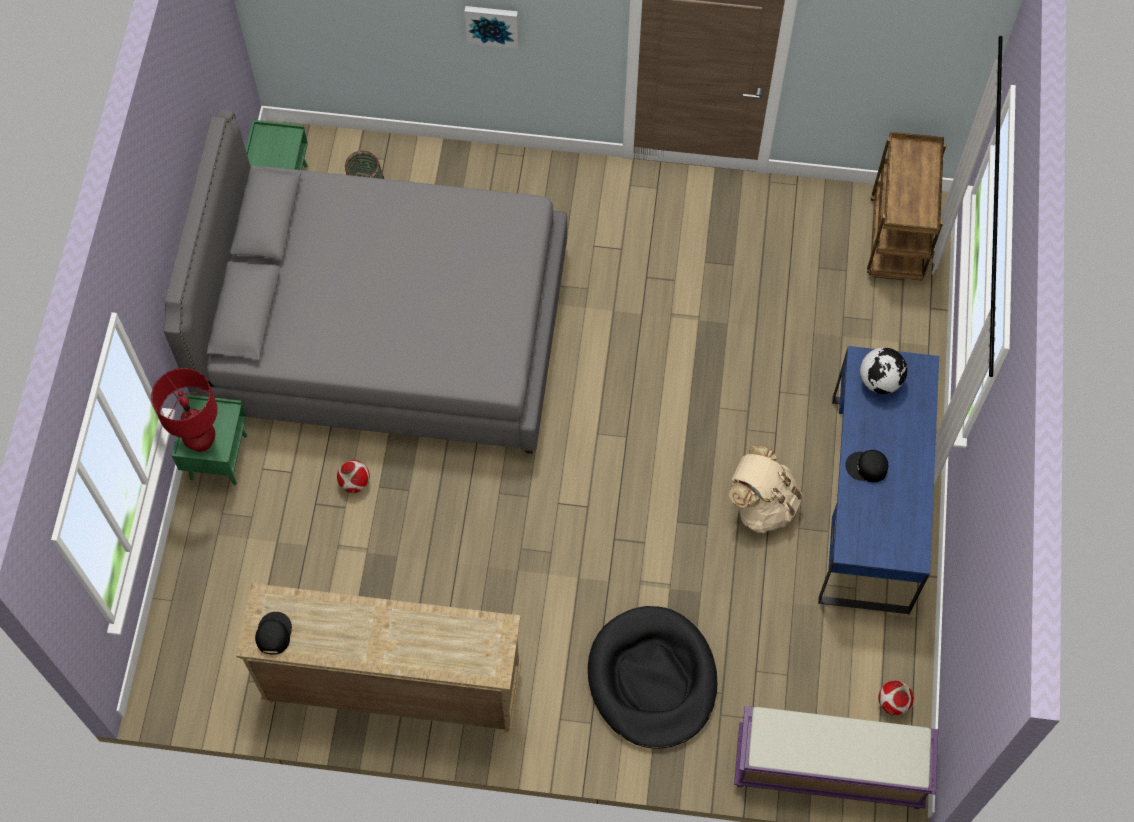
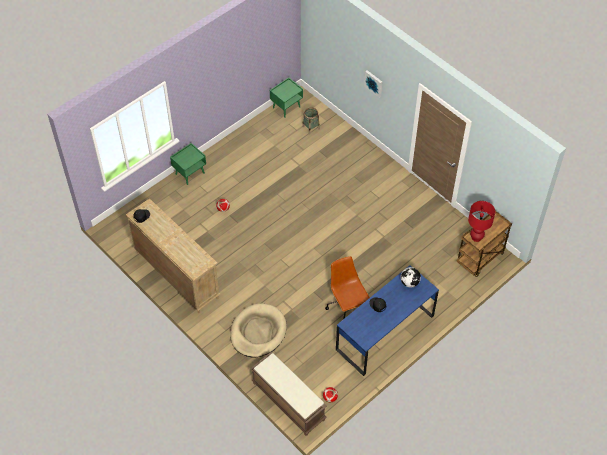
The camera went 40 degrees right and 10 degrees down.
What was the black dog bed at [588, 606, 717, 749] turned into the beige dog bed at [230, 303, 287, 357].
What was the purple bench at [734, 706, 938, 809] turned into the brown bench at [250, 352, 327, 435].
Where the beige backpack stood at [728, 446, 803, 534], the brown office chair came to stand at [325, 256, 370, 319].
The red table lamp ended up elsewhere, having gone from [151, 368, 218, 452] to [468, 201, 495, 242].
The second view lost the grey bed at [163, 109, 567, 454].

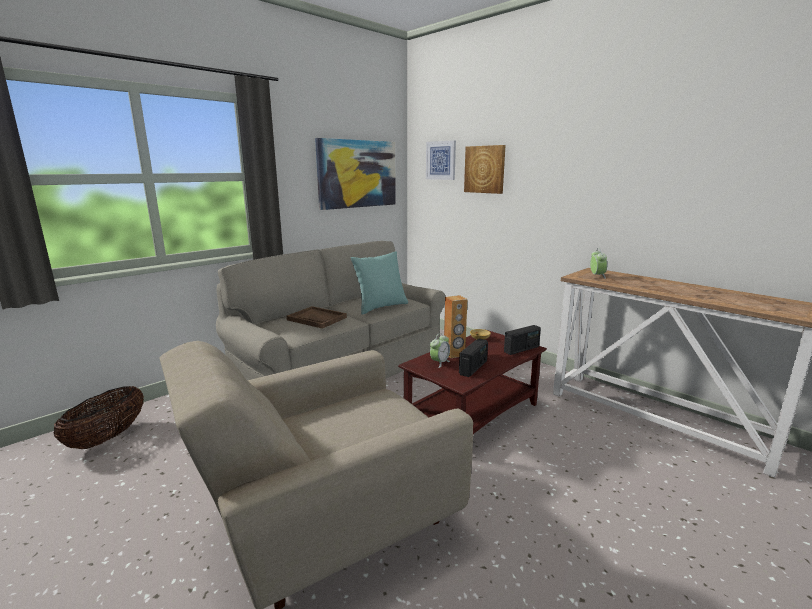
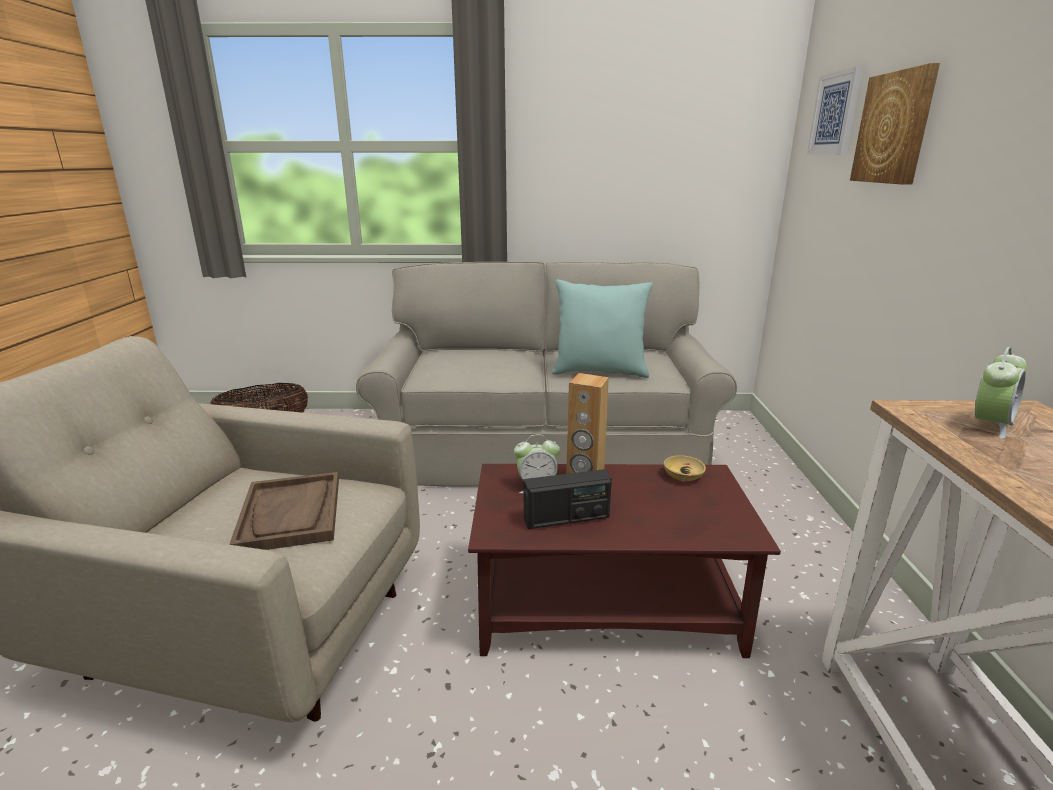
The camera went 45 degrees right and 5 degrees up.
The brown tray ended up elsewhere, having gone from [286, 306, 347, 329] to [229, 472, 339, 550].
The second view lost the picture at [315, 138, 396, 210].
The second view lost the radio at [504, 325, 541, 355].

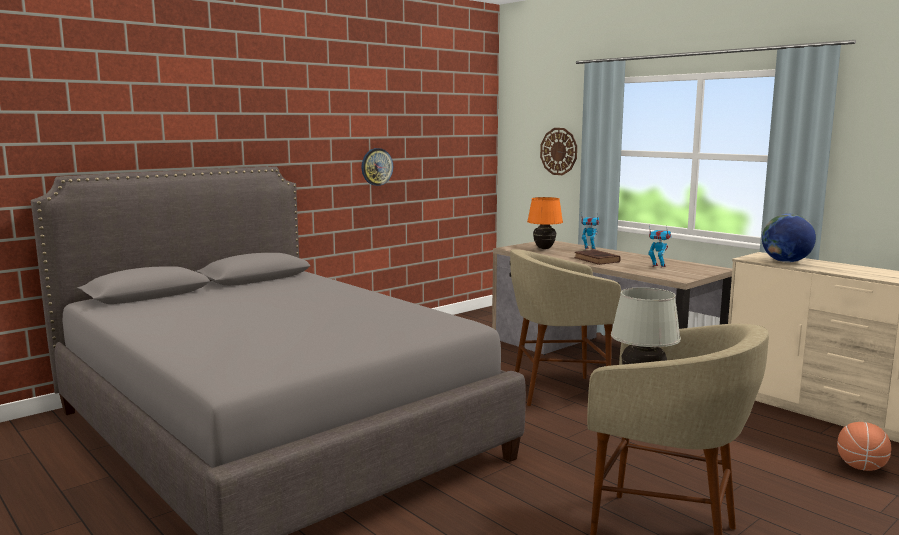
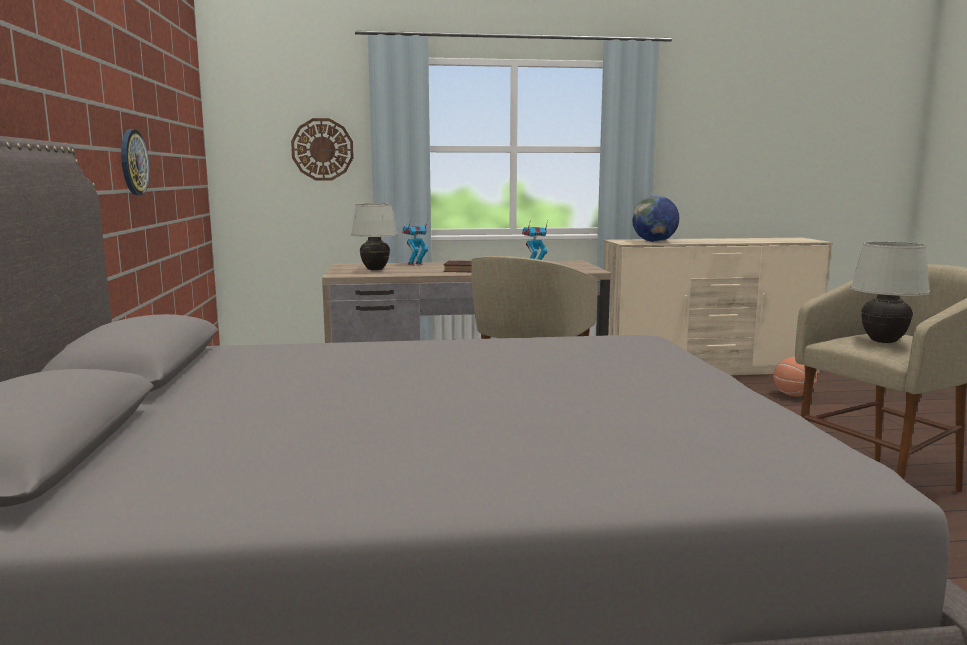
The camera went 55 degrees left and 0 degrees up.
What was the orange table lamp at [527, 197, 563, 249] turned into the white table lamp at [351, 204, 397, 270].

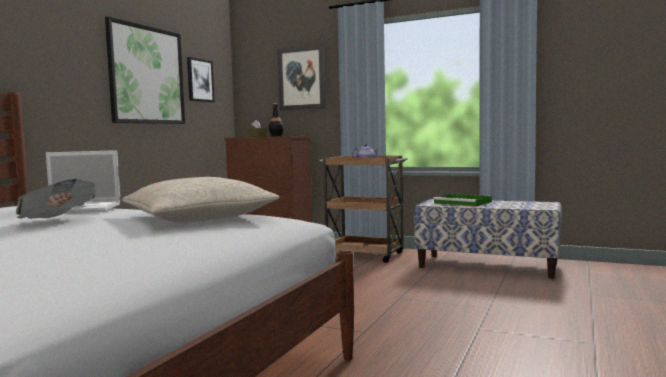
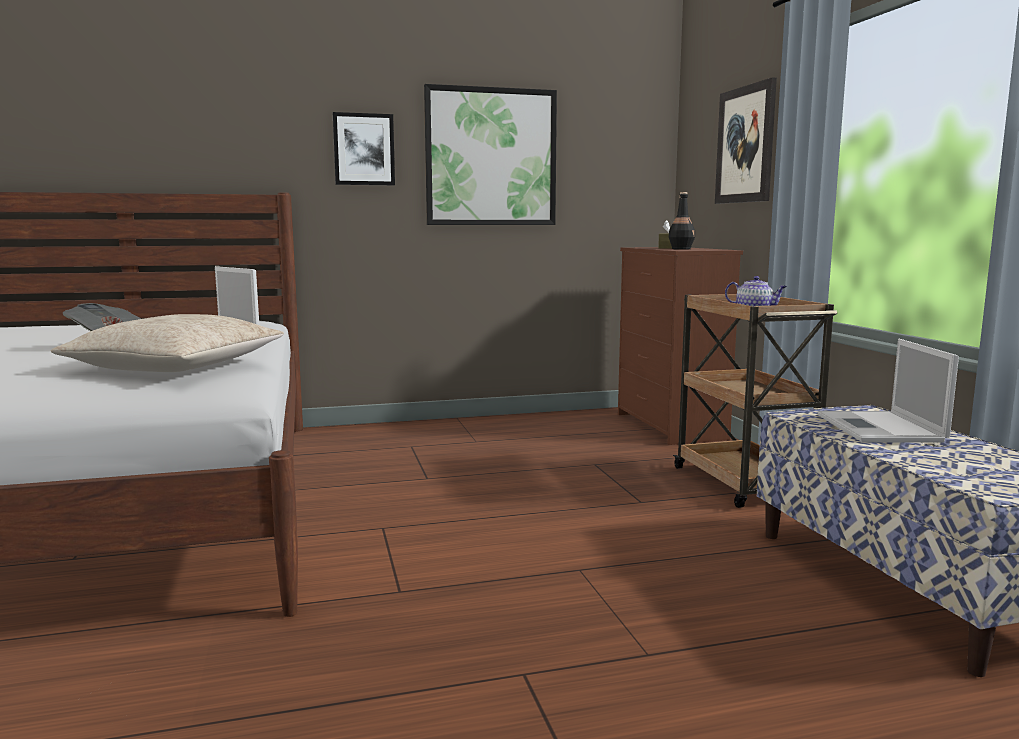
The camera went 50 degrees right and 5 degrees up.
The picture ended up elsewhere, having gone from [187, 57, 215, 102] to [333, 112, 395, 185].
Where the green tray stood at [433, 194, 492, 206], the laptop came to stand at [818, 339, 959, 442].

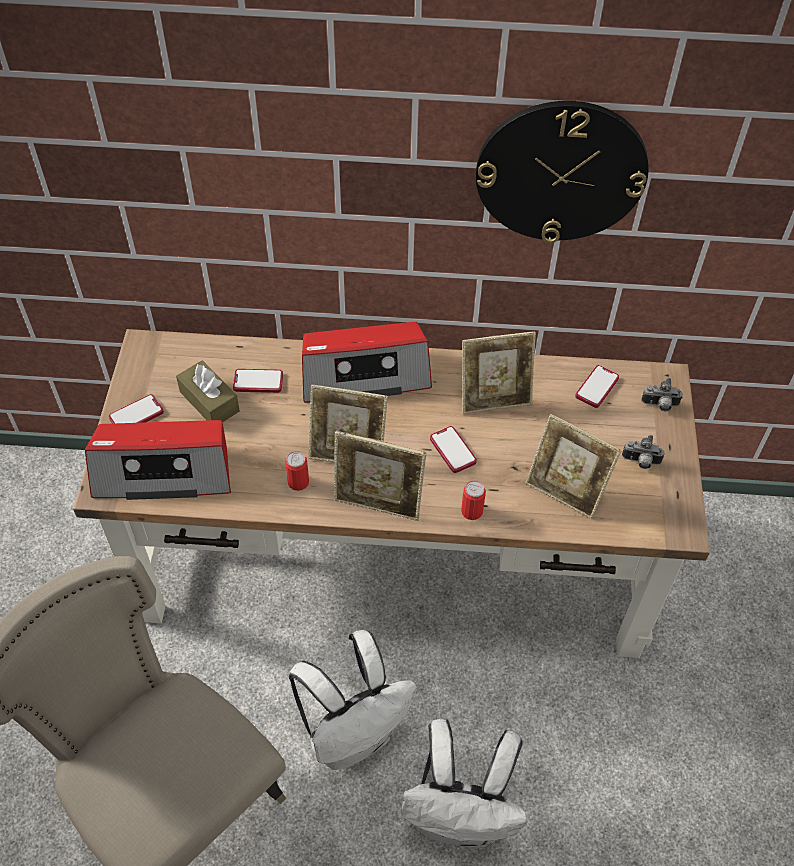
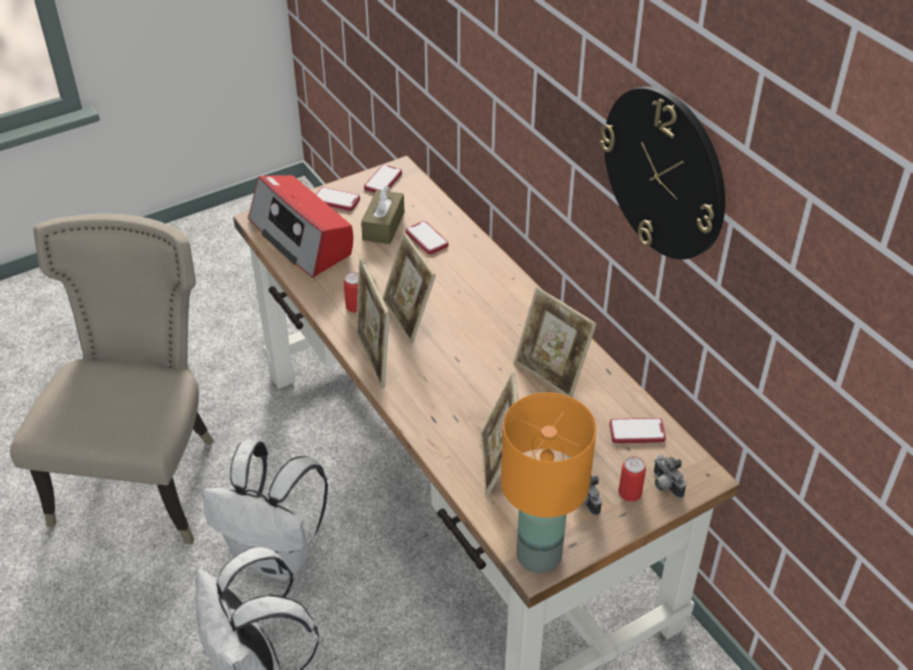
The camera went 55 degrees right and 10 degrees down.
The phone ended up elsewhere, having gone from [430, 426, 477, 473] to [364, 164, 402, 193].
The second view gained the orange table lamp at [501, 392, 597, 573].
The can ended up elsewhere, having gone from [461, 480, 486, 520] to [618, 456, 646, 501].
The second view lost the radio at [302, 322, 432, 403].

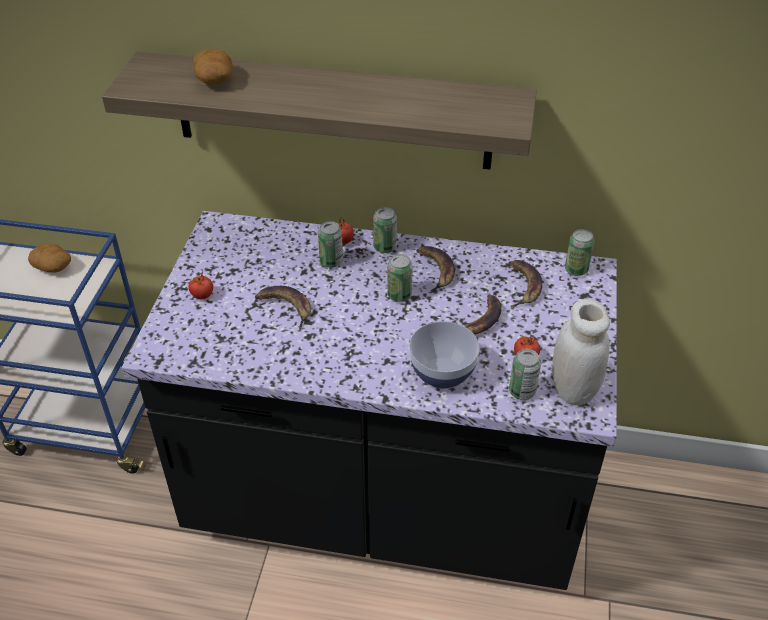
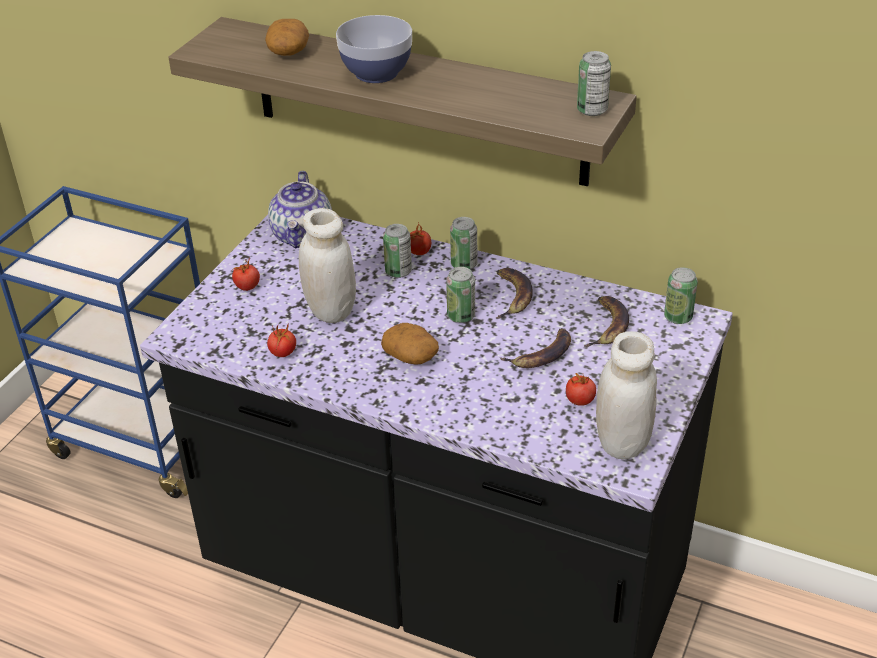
The camera went 15 degrees right and 5 degrees down.
The second view gained the tomato at [267, 323, 296, 357].
The second view gained the teapot at [268, 171, 332, 249].
Where the banana stood at [255, 286, 311, 330], the white jar came to stand at [299, 208, 356, 323].
The bowl ended up elsewhere, having gone from [409, 321, 480, 389] to [336, 15, 412, 83].
The potato ended up elsewhere, having gone from [28, 243, 71, 272] to [381, 323, 439, 365].
The can ended up elsewhere, having gone from [509, 349, 541, 400] to [577, 51, 611, 116].

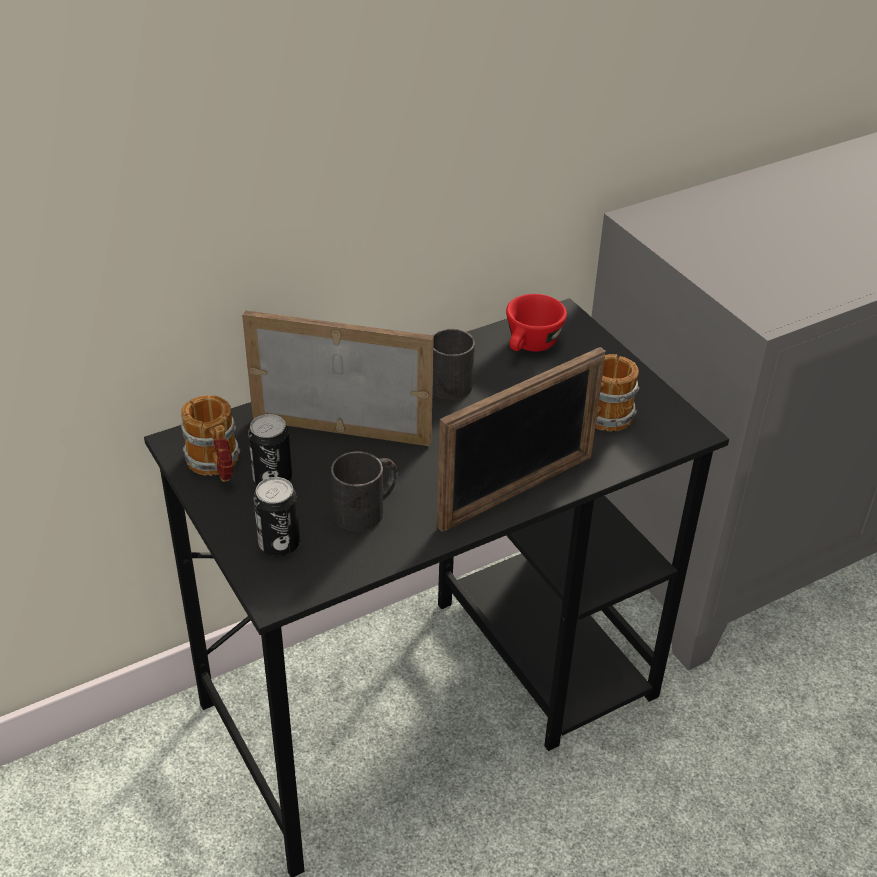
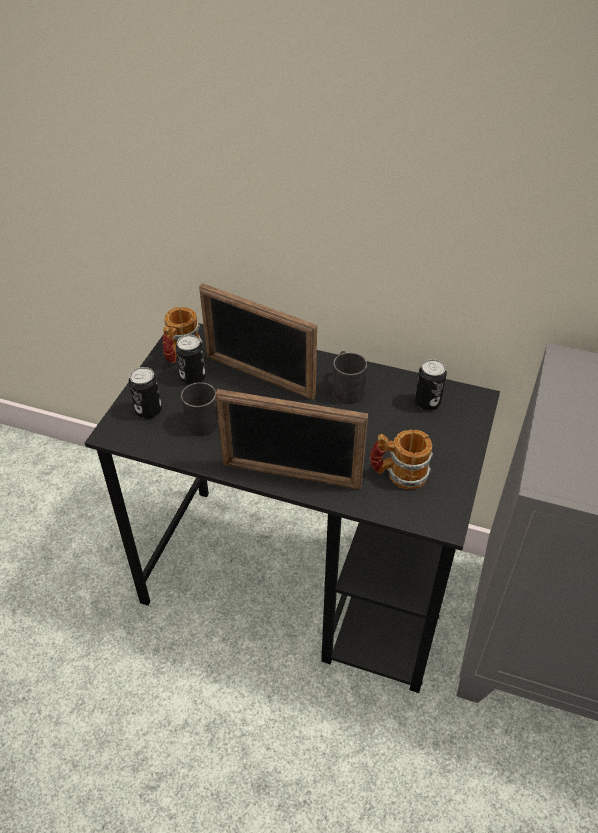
The camera went 50 degrees right and 5 degrees up.
The picture frame at [242, 311, 434, 446] ended up facing another way, 150 degrees clockwise from before.
Where the red cup stood at [506, 294, 567, 352], the can came to stand at [415, 359, 447, 411].

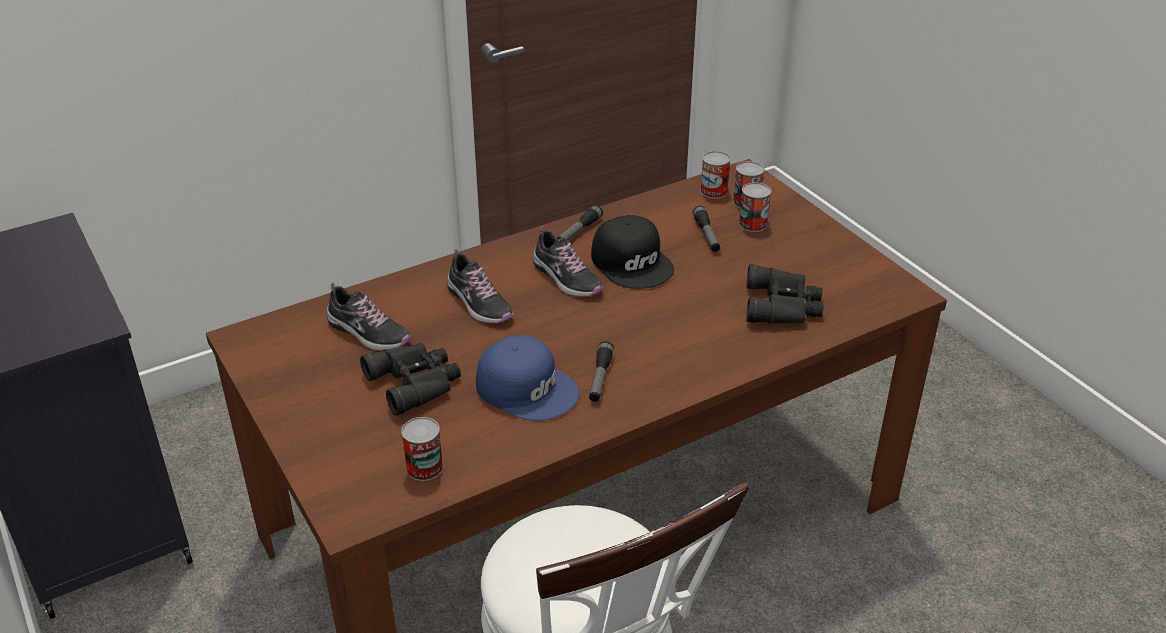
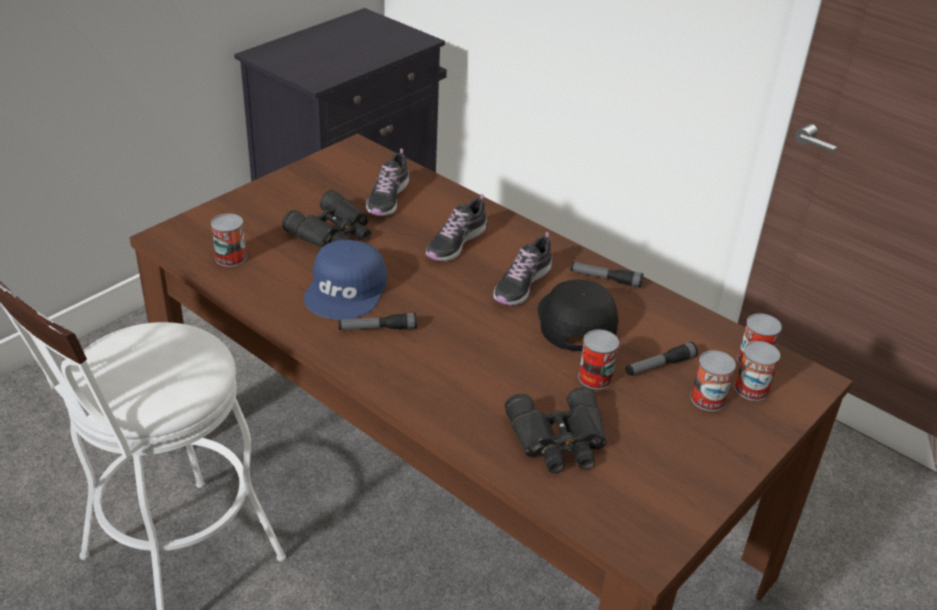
The camera went 70 degrees right and 0 degrees up.
The black cap at [591, 215, 674, 289] ended up facing another way, 135 degrees clockwise from before.
The second view gained the can at [578, 330, 619, 389].

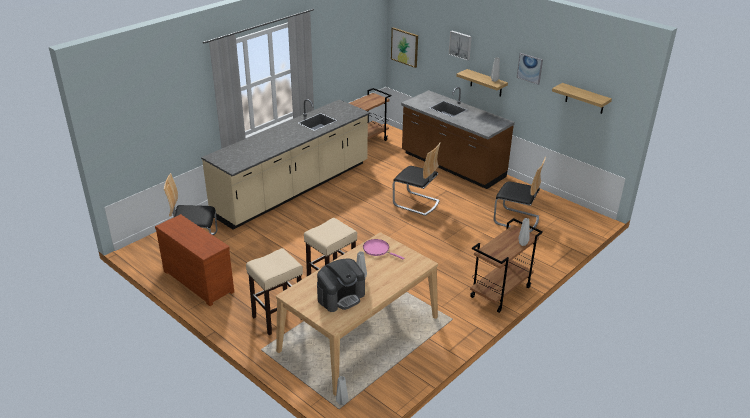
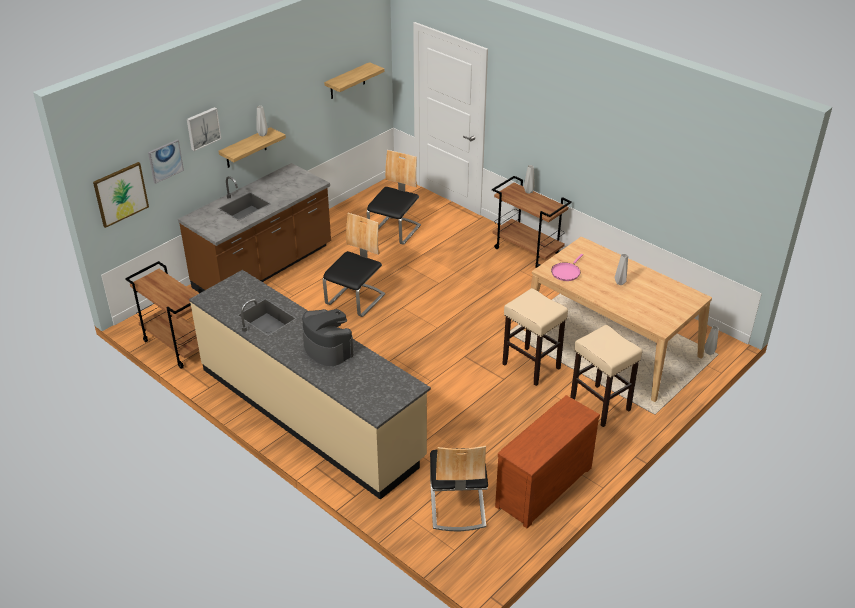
The camera went 90 degrees left and 5 degrees up.
The picture ended up elsewhere, having gone from [517, 53, 543, 85] to [148, 140, 184, 184].
The coffee machine ended up elsewhere, having gone from [317, 259, 365, 312] to [302, 309, 354, 366].

